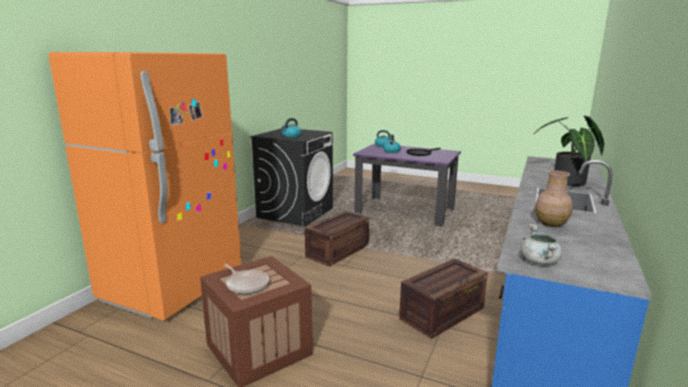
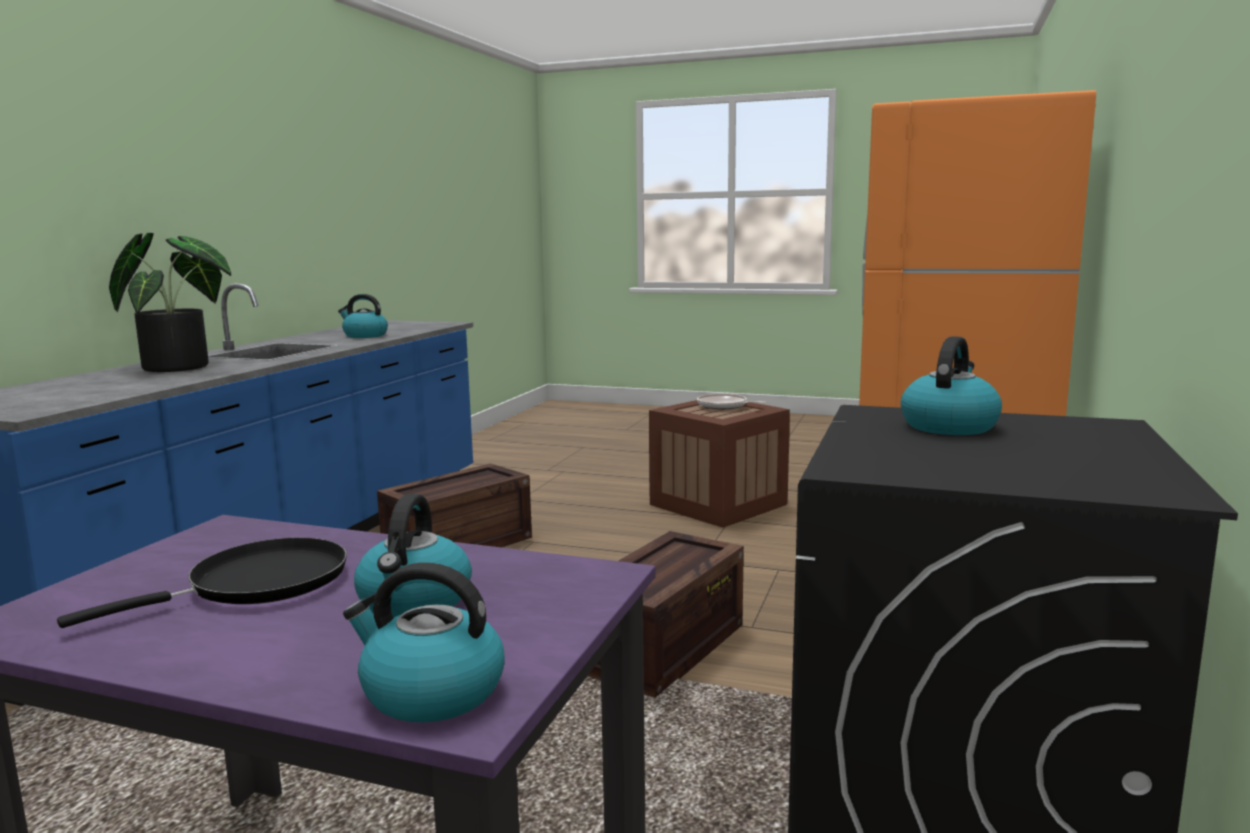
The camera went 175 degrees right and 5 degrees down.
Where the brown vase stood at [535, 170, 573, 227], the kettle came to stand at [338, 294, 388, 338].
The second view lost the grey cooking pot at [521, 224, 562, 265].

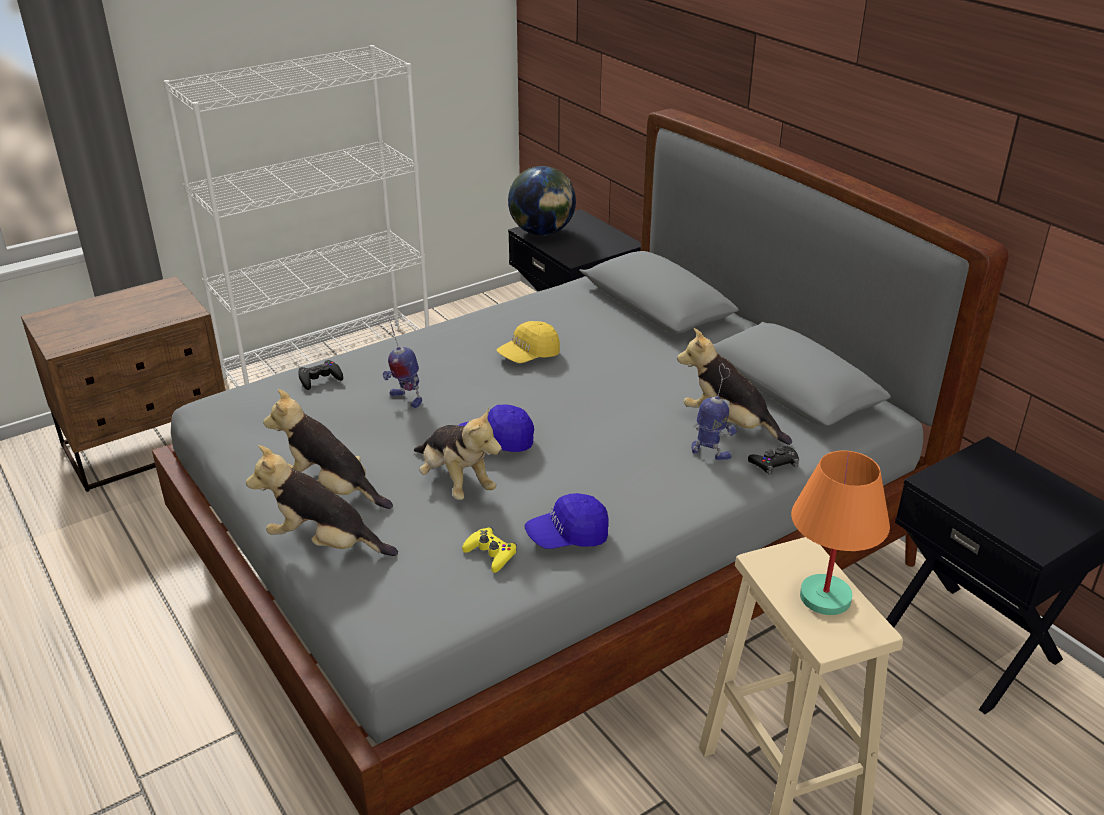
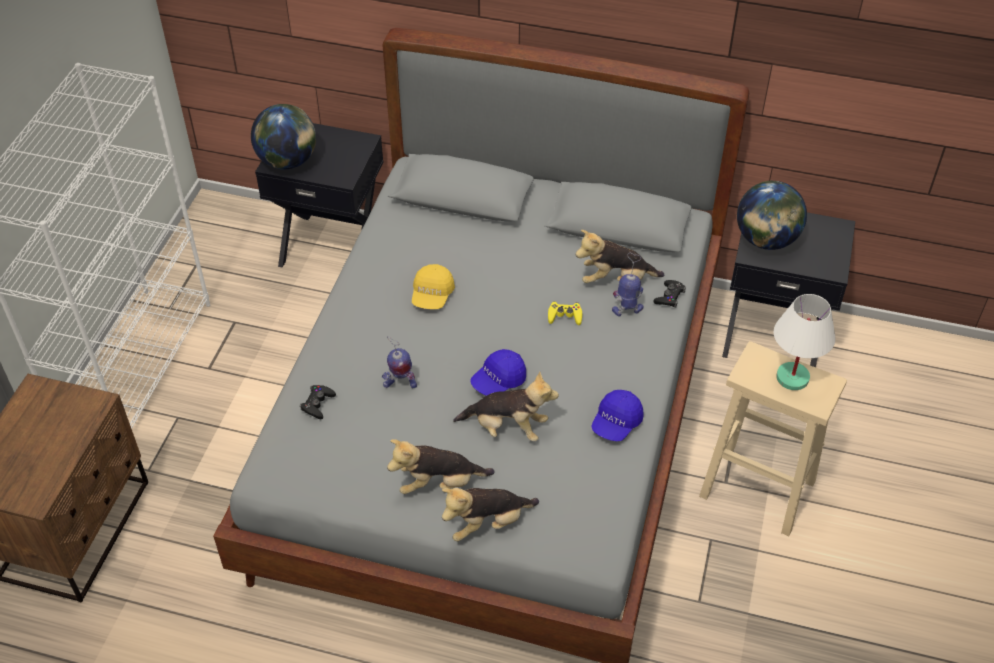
The camera went 40 degrees left and 15 degrees up.
The yellow game controller ended up elsewhere, having gone from [462, 527, 517, 573] to [548, 301, 582, 325].
The second view gained the globe at [737, 181, 807, 250].
What was the orange table lamp at [791, 451, 890, 615] turned into the white table lamp at [774, 294, 835, 390].

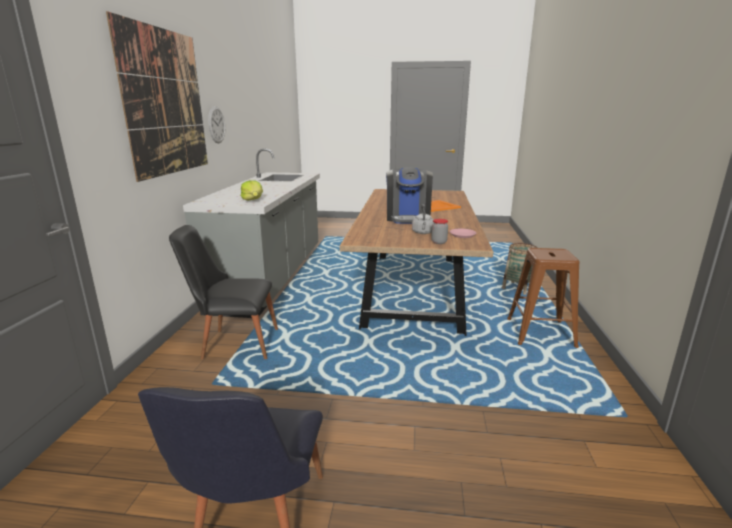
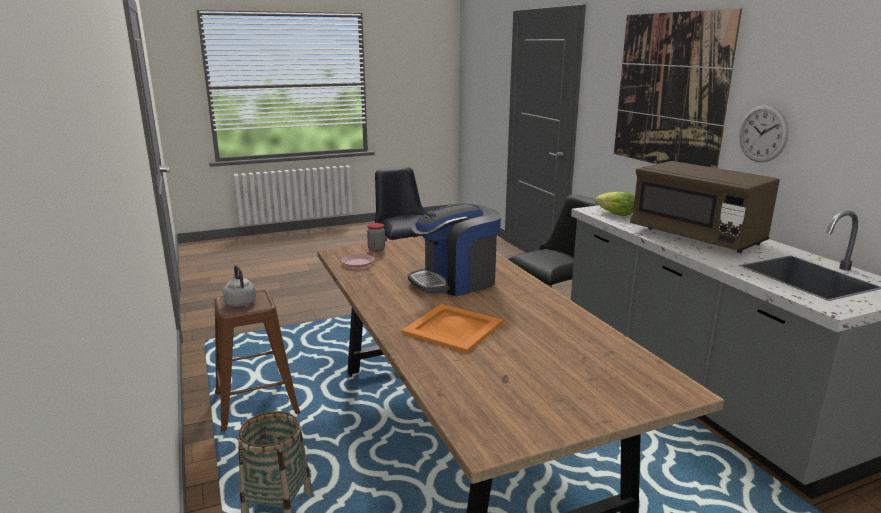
The camera went 150 degrees right and 0 degrees up.
The grey kettle ended up elsewhere, having gone from [412, 204, 434, 234] to [222, 265, 256, 307].
The coffee machine at [386, 167, 433, 224] ended up facing another way, 90 degrees counterclockwise from before.
The second view gained the brown microwave at [630, 161, 780, 253].

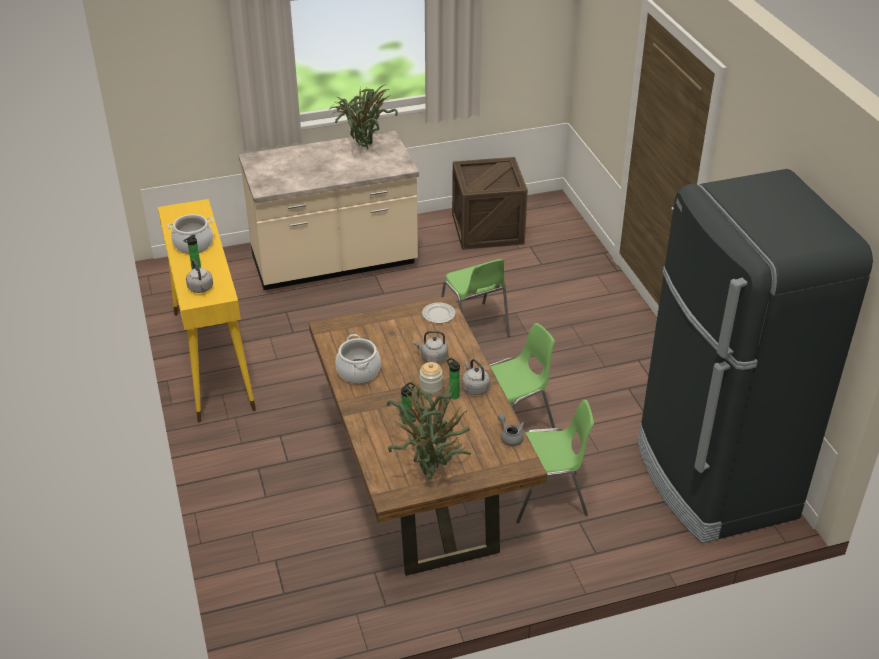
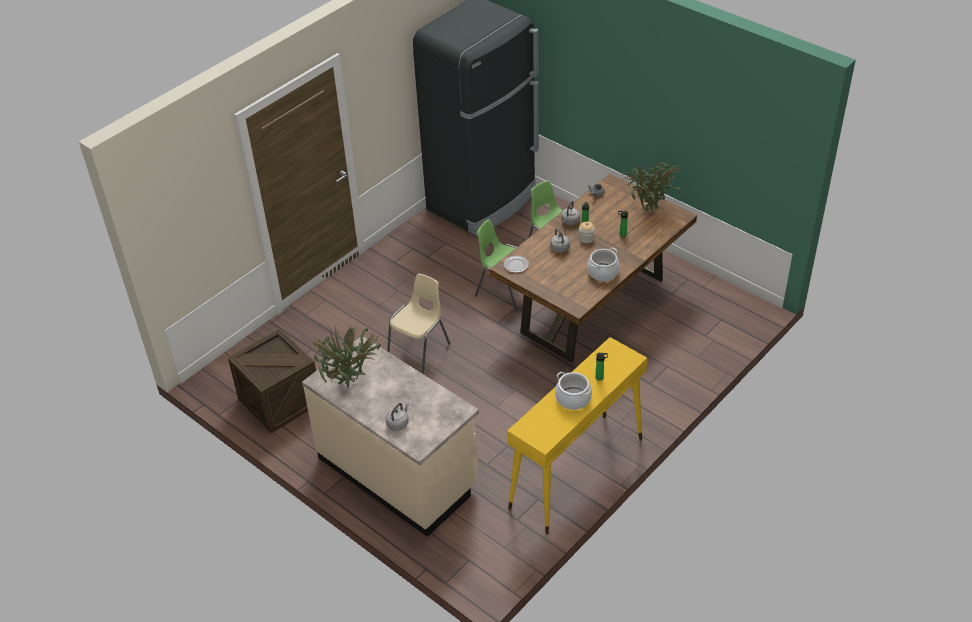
The camera went 120 degrees left and 5 degrees up.
The grey kettle ended up elsewhere, having gone from [186, 259, 213, 293] to [385, 403, 409, 431].
What was the green chair at [441, 259, 510, 337] turned into the beige chair at [387, 274, 450, 374].

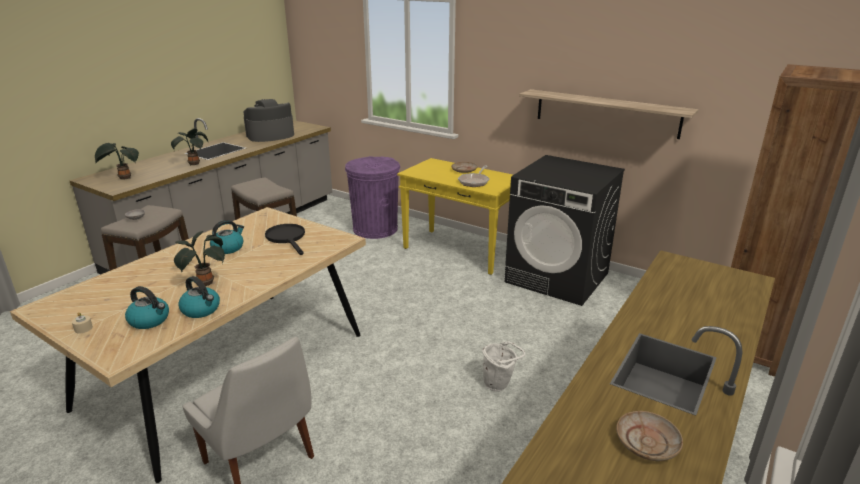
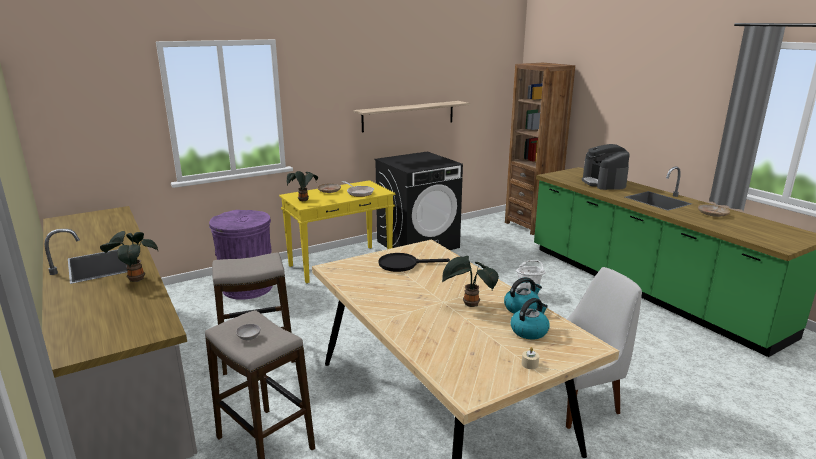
The camera went 65 degrees left and 5 degrees down.
The potted plant ended up elsewhere, having gone from [95, 143, 139, 180] to [287, 171, 318, 201].
The coffee machine ended up elsewhere, having gone from [243, 99, 294, 142] to [582, 144, 630, 190].
The second view lost the kettle at [210, 220, 244, 254].

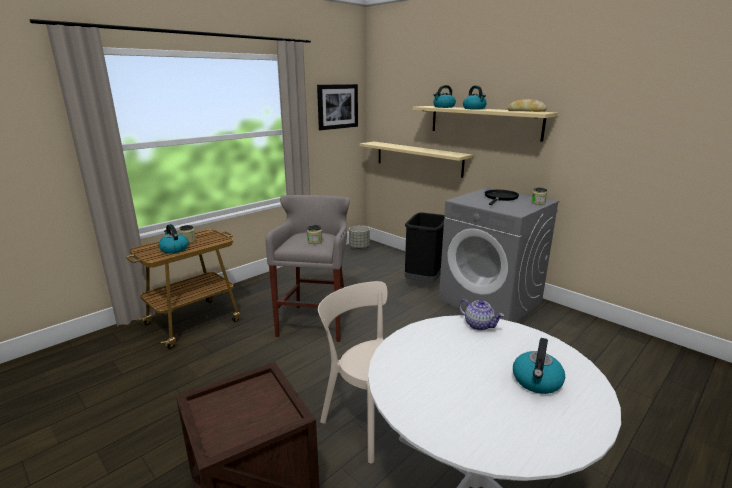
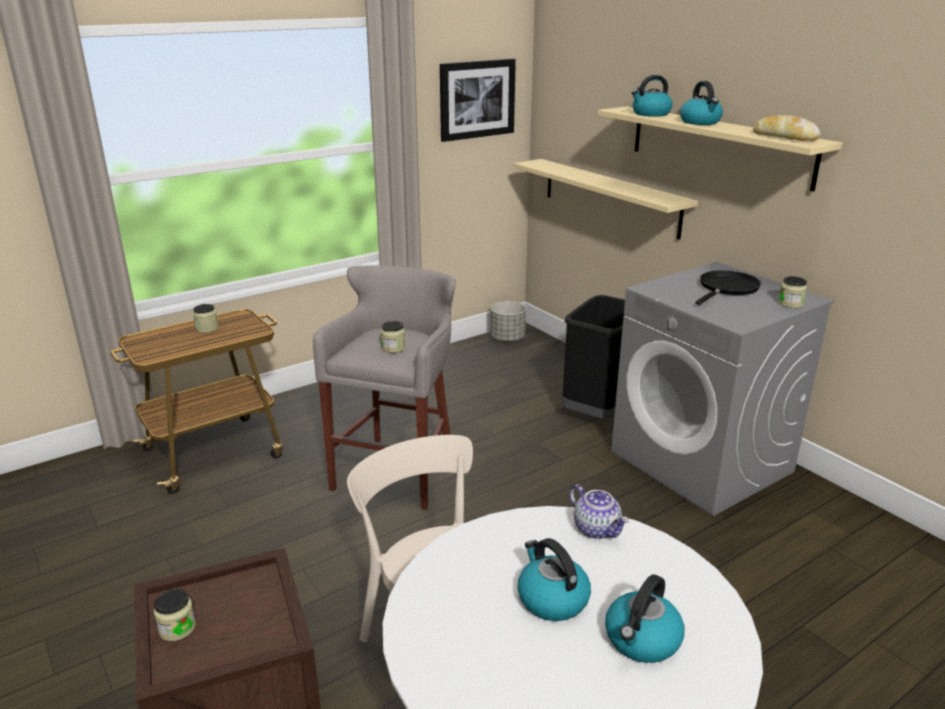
The camera went 10 degrees right and 5 degrees up.
The second view gained the jar at [154, 589, 196, 641].
The kettle ended up elsewhere, having gone from [159, 224, 188, 254] to [518, 538, 591, 621].

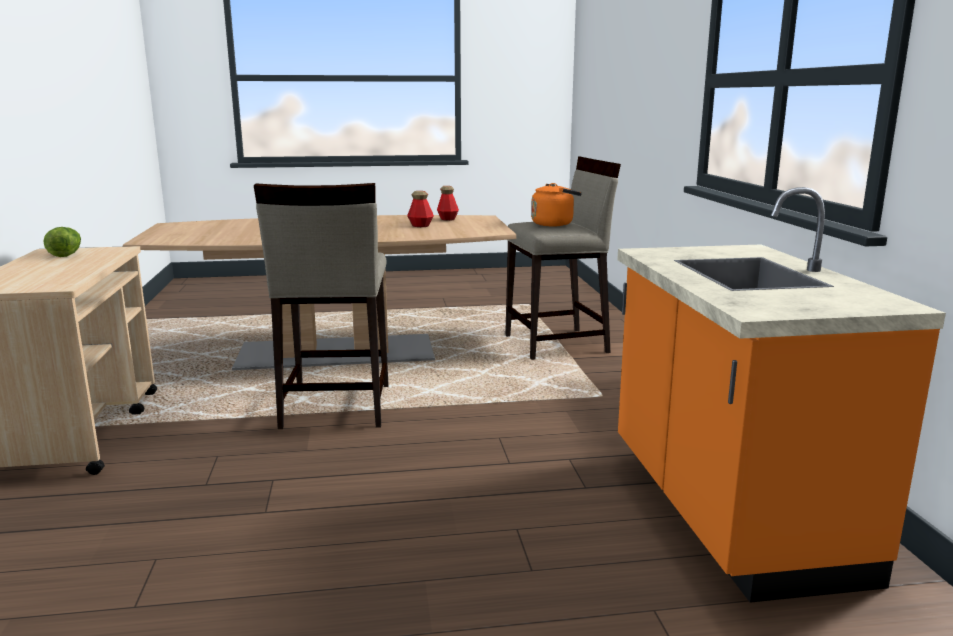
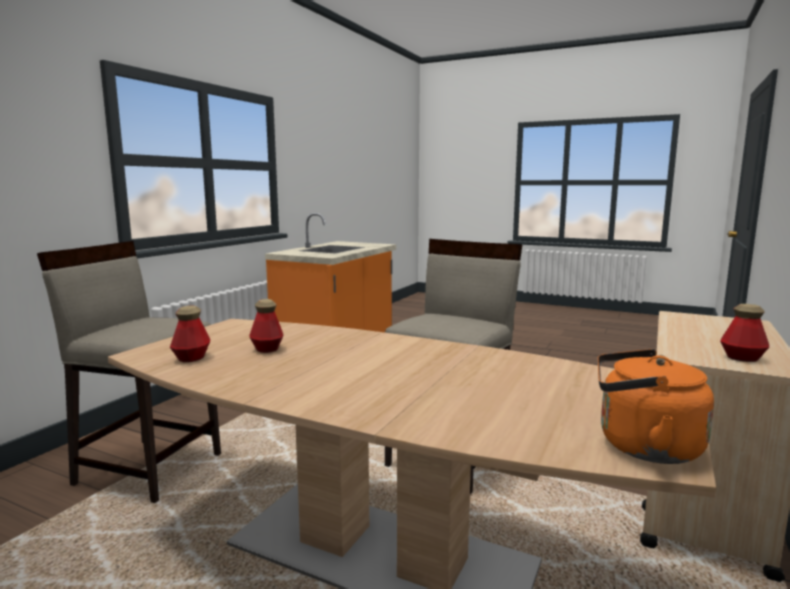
The camera went 145 degrees left and 5 degrees down.
The orange kettle ended up elsewhere, having gone from [531, 183, 582, 227] to [598, 349, 714, 464].
Where the lettuce stood at [43, 227, 81, 257], the bottle came to stand at [720, 304, 769, 362].

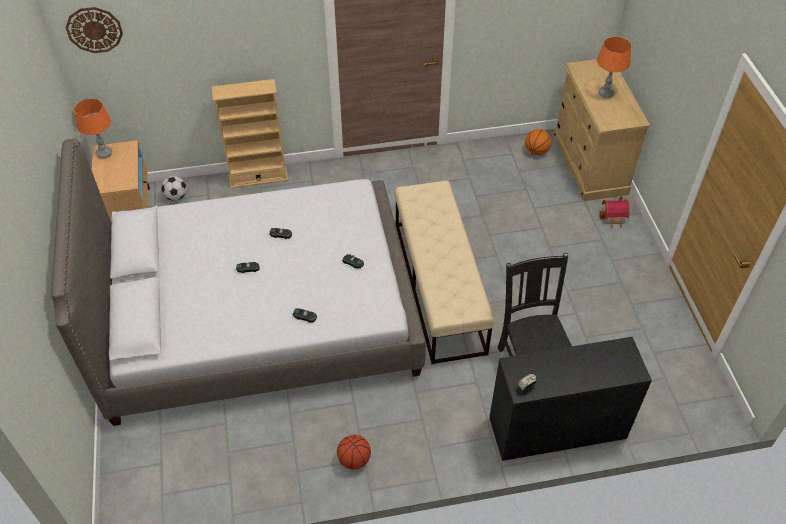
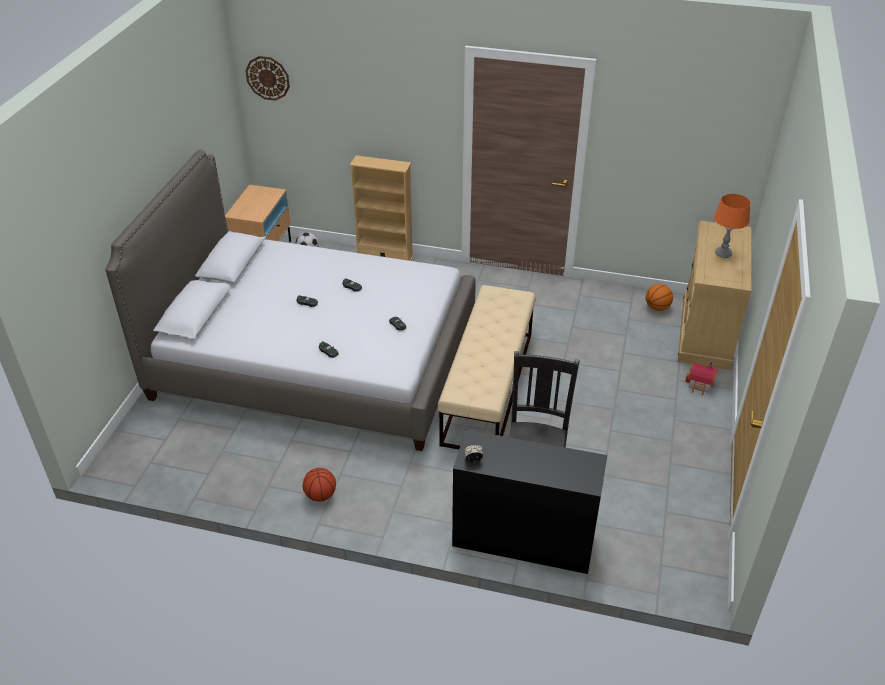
The camera went 25 degrees right and 10 degrees down.
The second view lost the orange table lamp at [74, 99, 112, 159].

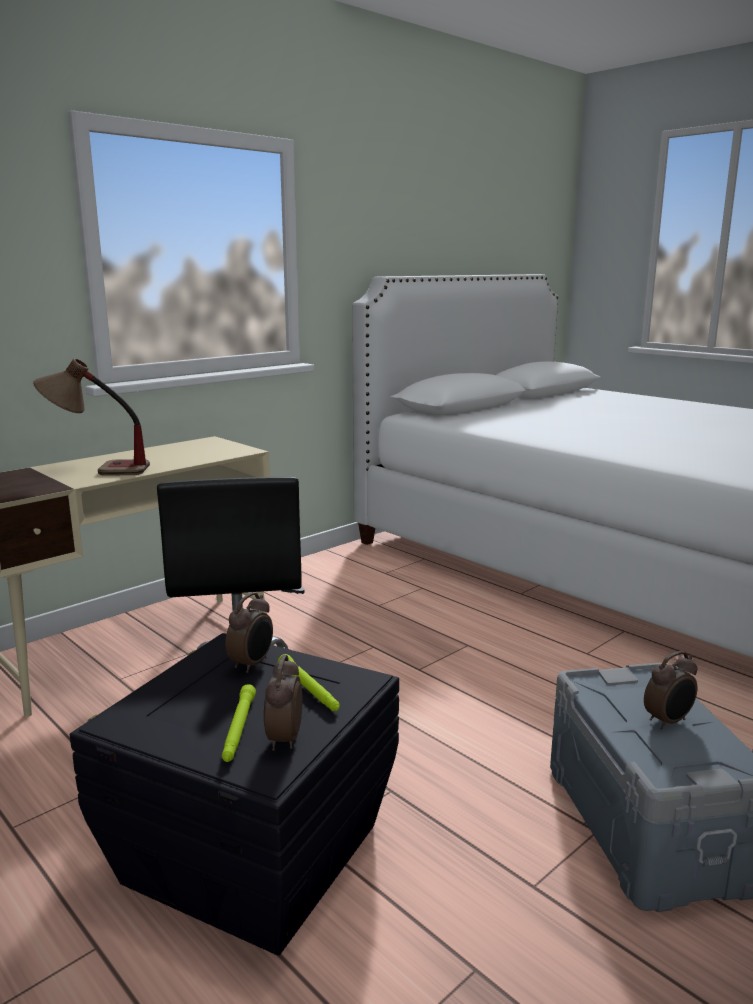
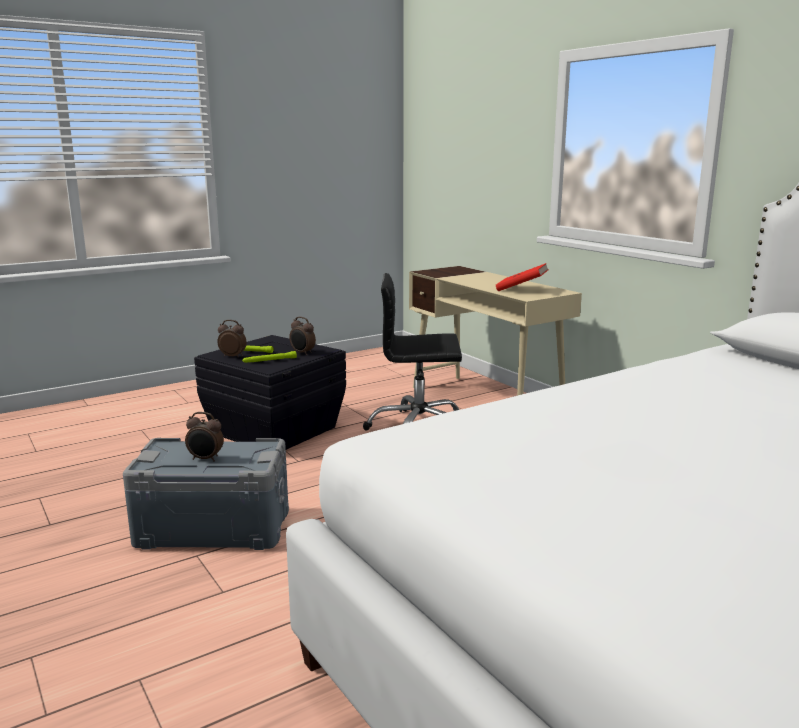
The camera went 100 degrees right and 0 degrees up.
The alarm clock at [644, 651, 697, 729] ended up facing another way, 60 degrees counterclockwise from before.
The second view gained the red book at [496, 263, 549, 291].
The second view lost the table lamp at [33, 359, 150, 476].

